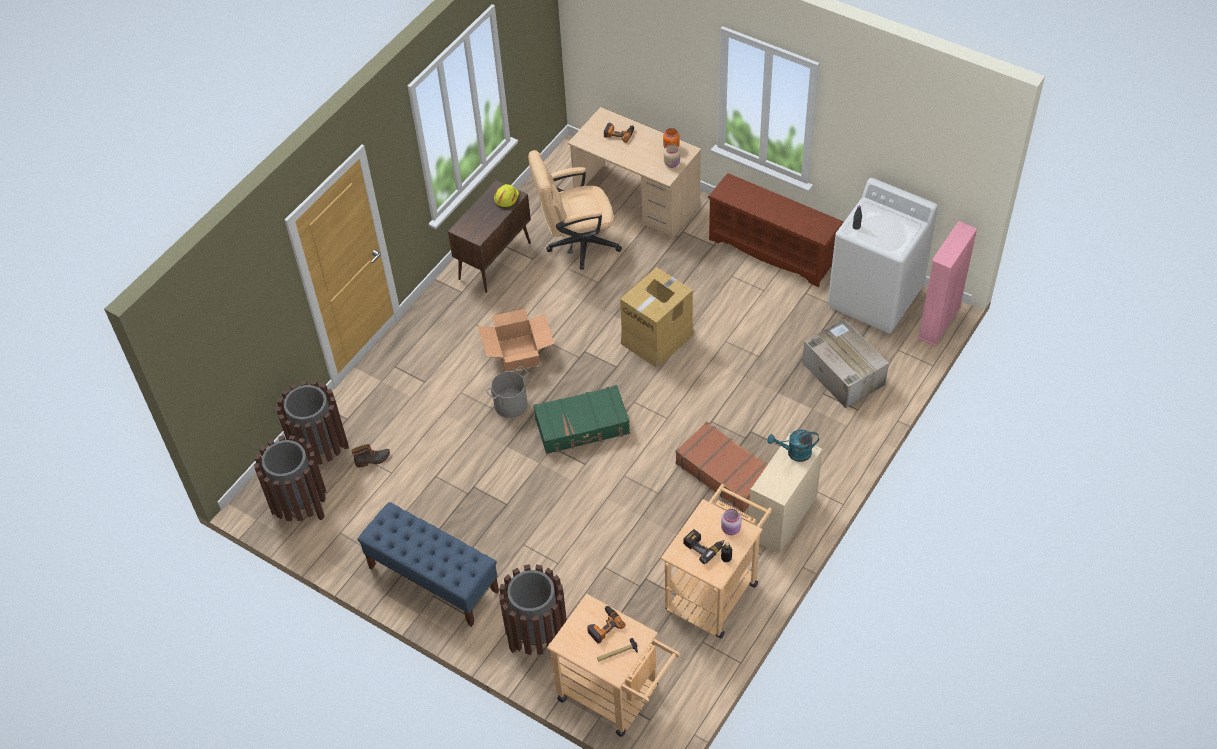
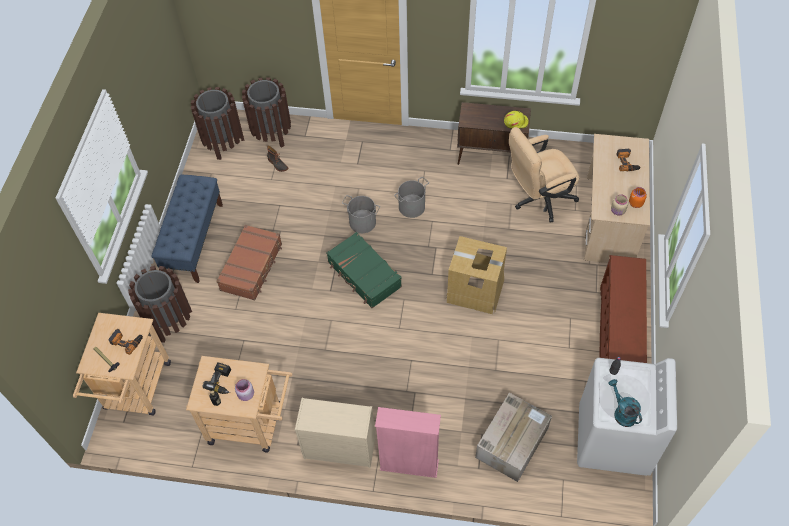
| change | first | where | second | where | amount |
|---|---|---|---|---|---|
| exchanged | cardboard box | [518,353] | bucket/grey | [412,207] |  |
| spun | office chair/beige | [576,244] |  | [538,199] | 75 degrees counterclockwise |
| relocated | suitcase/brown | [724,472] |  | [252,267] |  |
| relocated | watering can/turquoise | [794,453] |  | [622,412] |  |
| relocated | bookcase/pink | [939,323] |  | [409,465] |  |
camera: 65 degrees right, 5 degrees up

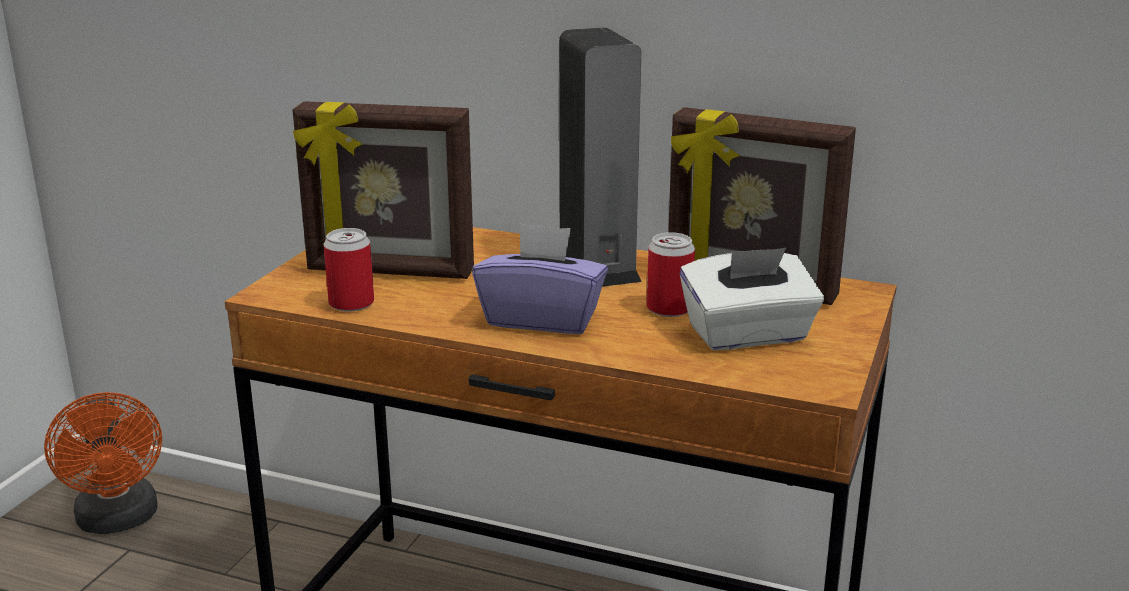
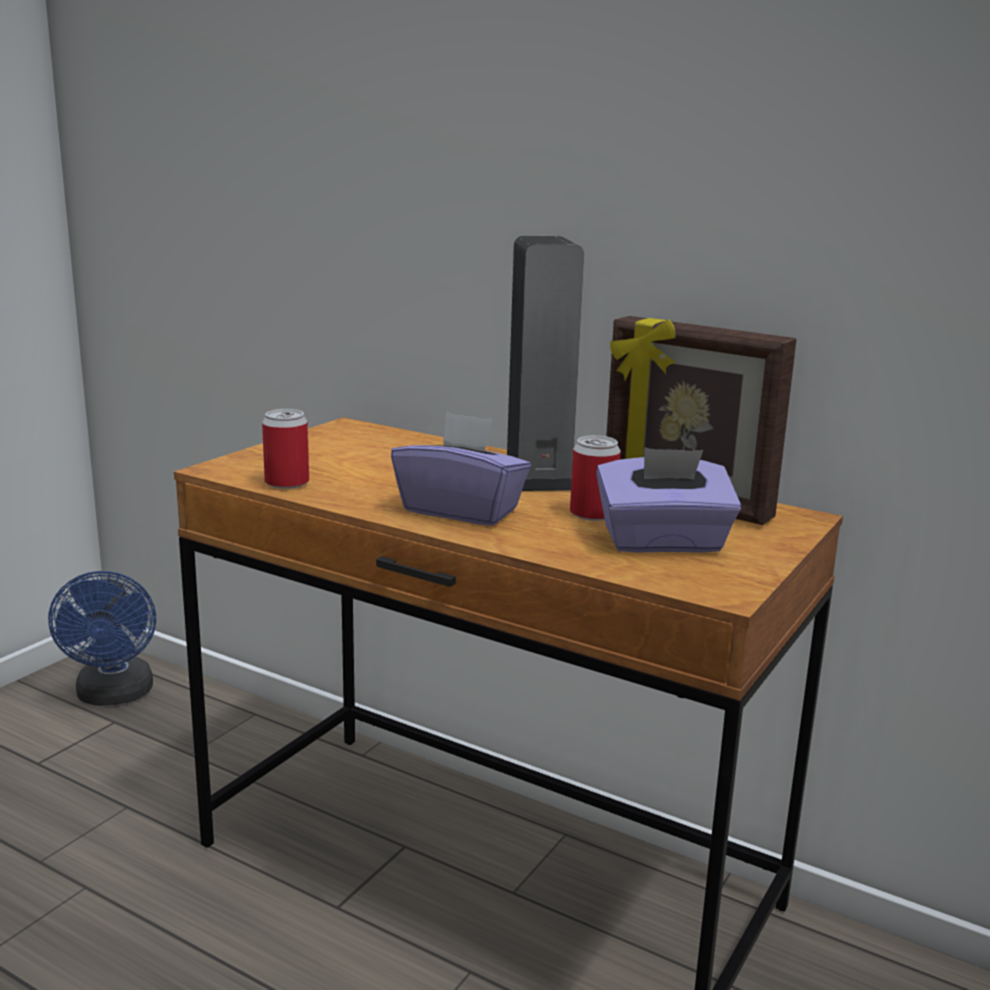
| change | first | where | second | where | amount |
|---|---|---|---|---|---|
| colour | fan/orange | [119,520] | fan/blue | [114,696] |  |
| missing | picture frame | [390,272] |  |  |  |
| colour | tissue box/white | [748,335] | tissue box/purple | [663,542] |  |
camera: 10 degrees right, 5 degrees down

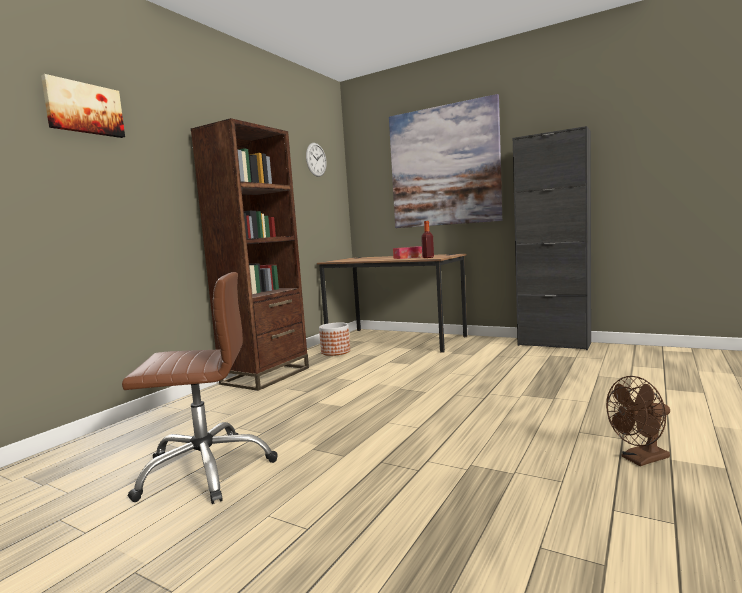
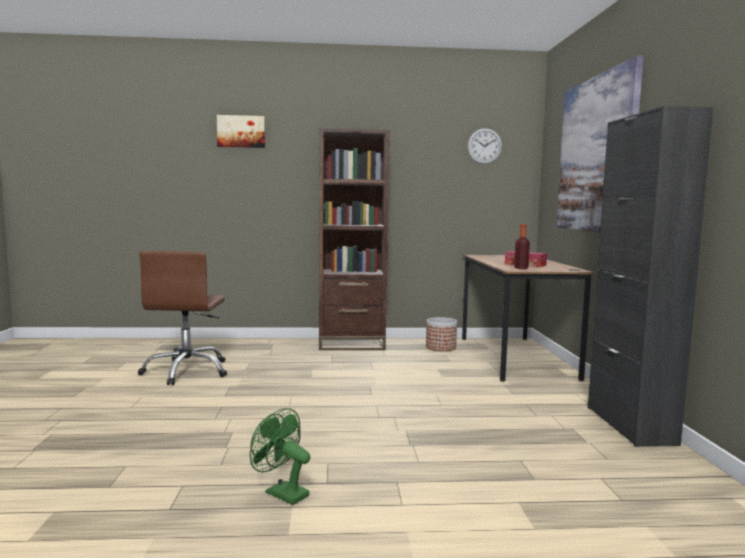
| change | first | where | second | where | amount |
|---|---|---|---|---|---|
| spun | office chair/brown | [206,469] |  | [187,371] | 45 degrees clockwise |
| colour | fan/brown | [640,459] | fan/green | [281,493] |  |
camera: 55 degrees right, 0 degrees up

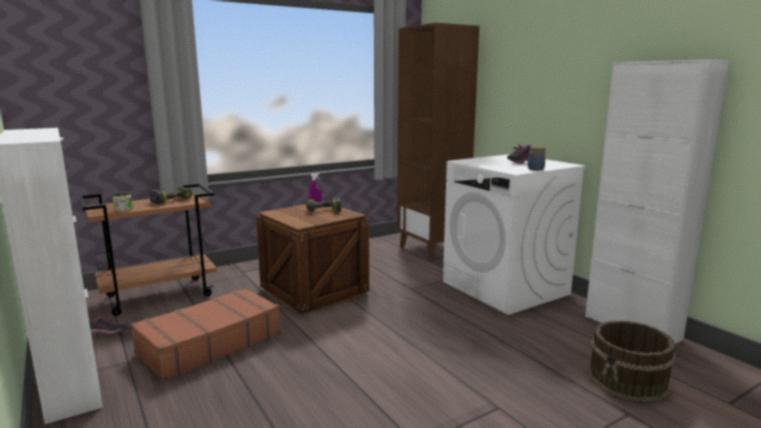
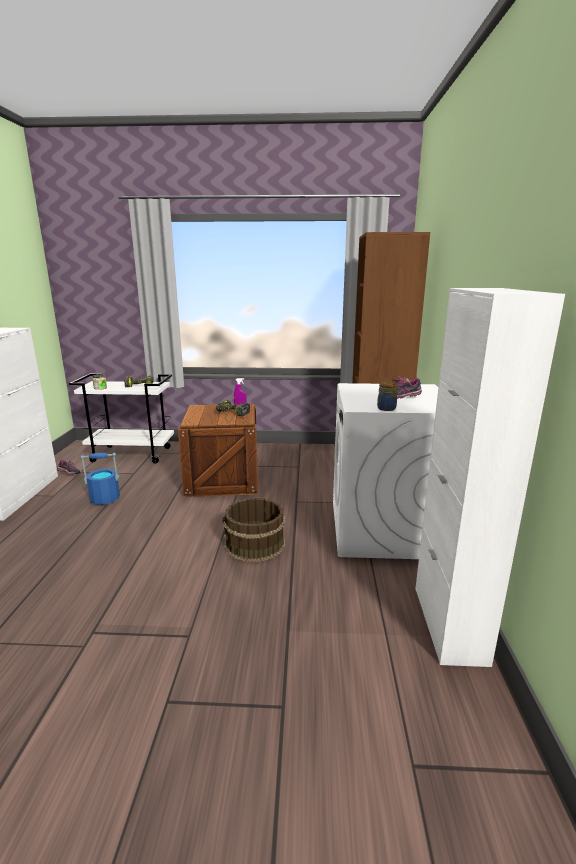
| change | first | where | second | where | amount |
|---|---|---|---|---|---|
| colour | cart/brown | [160,295] | cart/white | [132,454] |  |
| exchanged | suitcase/brown | [209,344] | bucket/blue | [105,499] |  |
| relocated | bucket/brown | [628,380] |  | [255,545] |  |
camera: 35 degrees right, 5 degrees up

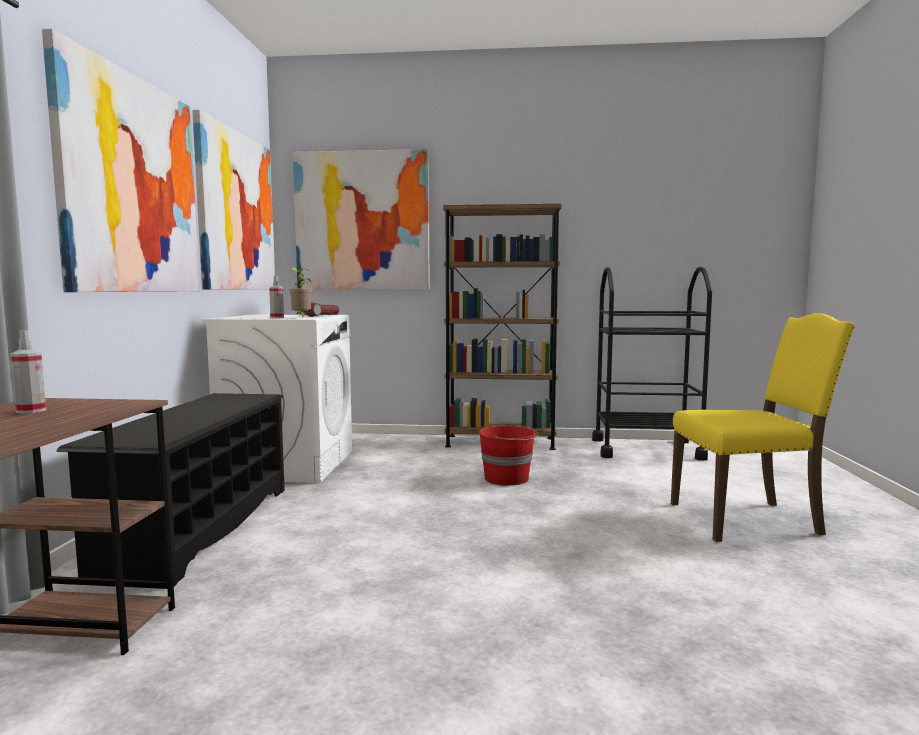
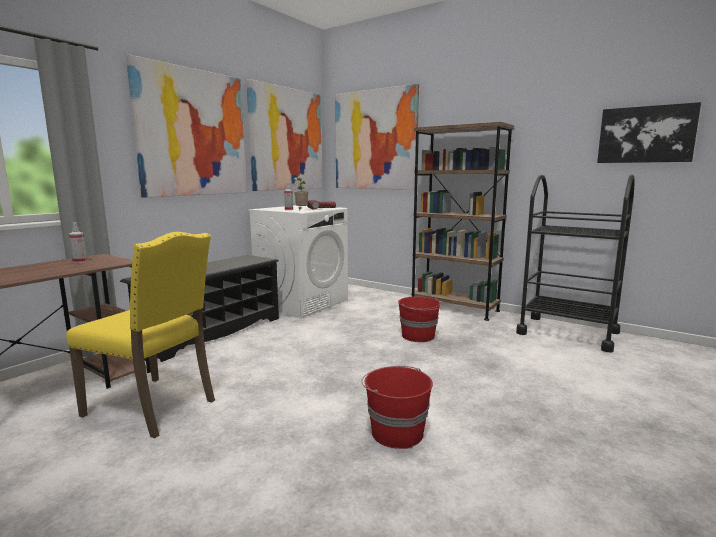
| change | first | where | second | where | amount |
|---|---|---|---|---|---|
| relocated | chair/yellow | [748,519] |  | [154,407] |  |
| appeared |  |  | bucket/red | [396,432] |  |
| appeared |  |  | picture | [646,134] |  |
camera: 30 degrees right, 5 degrees up

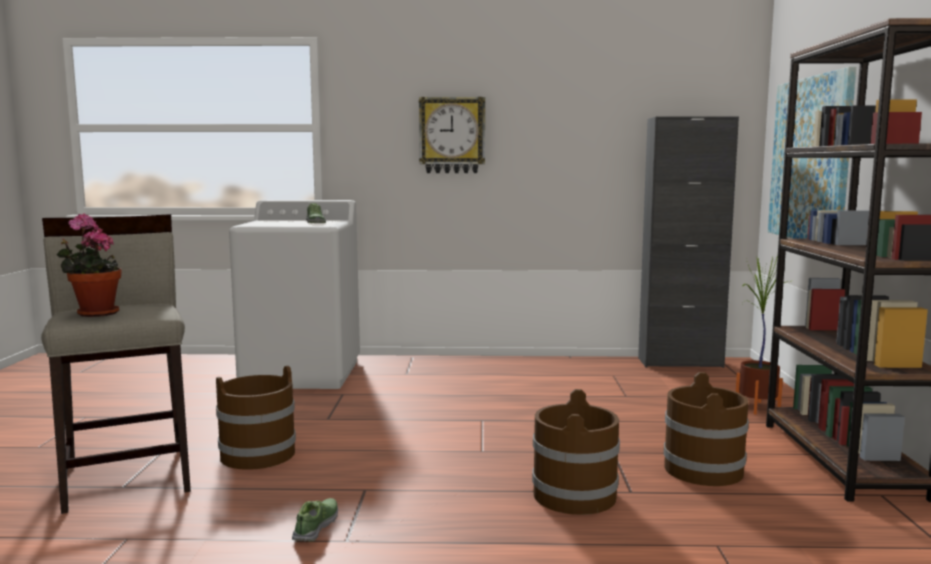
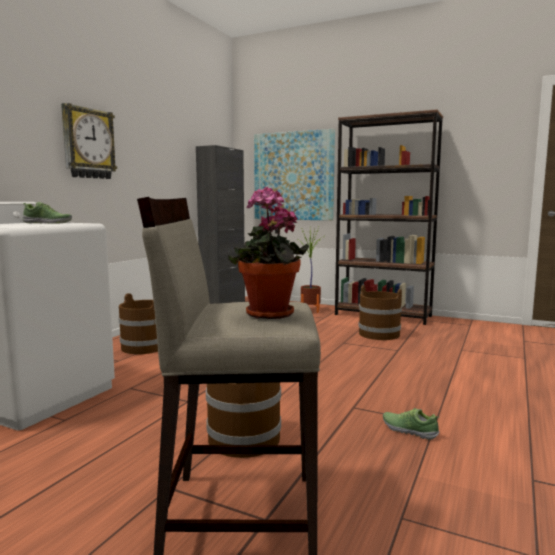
| change | first | where | second | where | amount |
|---|---|---|---|---|---|
| relocated | bucket/brown | [574,495] |  | [144,347] |  |
camera: 65 degrees left, 0 degrees up

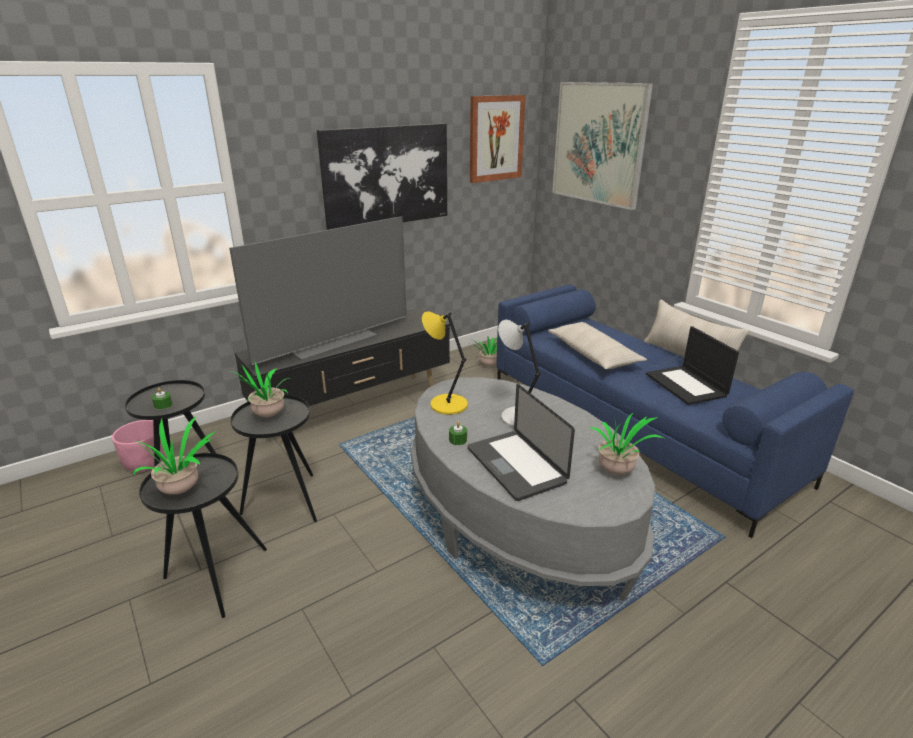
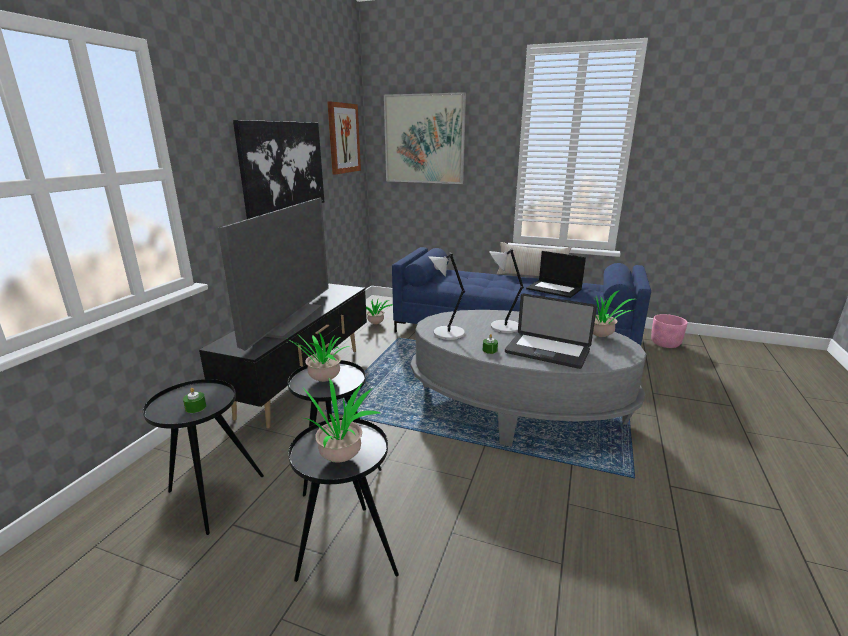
| change | first | where | second | where | amount |
|---|---|---|---|---|---|
| relocated | planter/pink | [146,463] |  | [665,344] |  |
| colour | table lamp/yellow | [446,404] | table lamp/grey | [446,333] |  |
| missing | pillow/beige | [593,354] |  |  |  |
camera: 35 degrees left, 5 degrees down

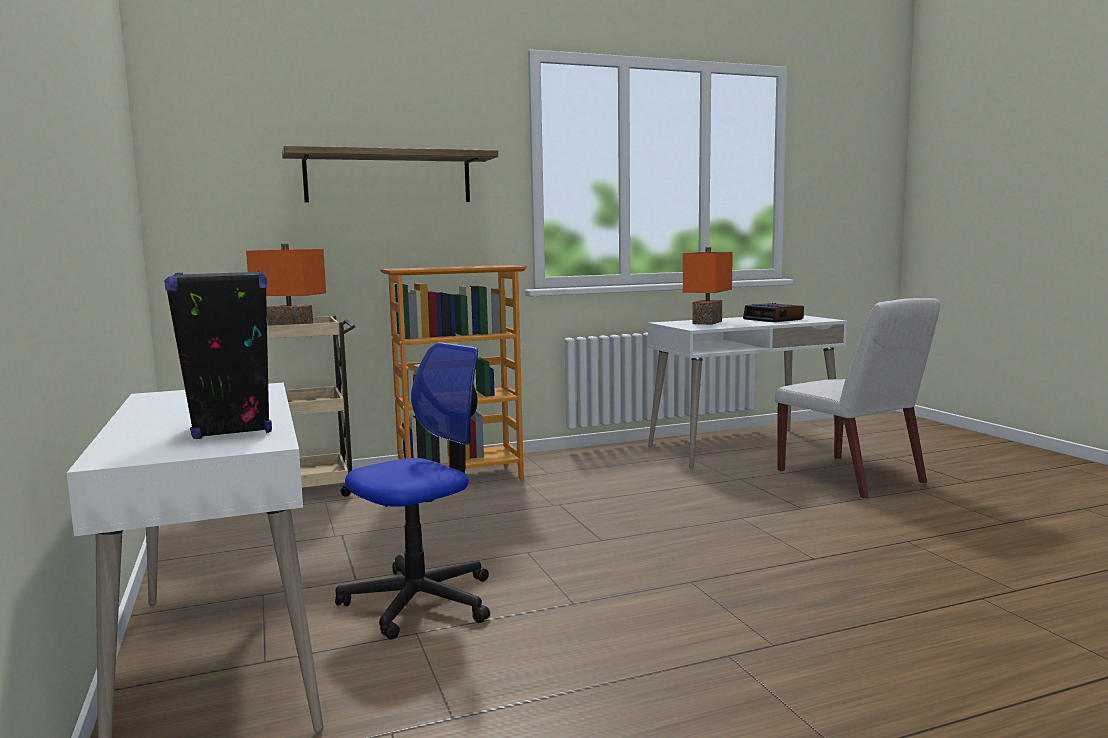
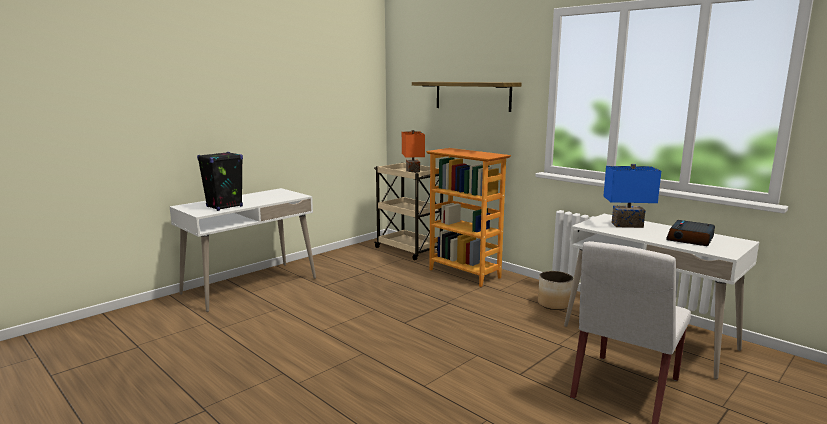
| change | first | where | second | where | amount |
|---|---|---|---|---|---|
| missing | office chair | [420,601] |  |  |  |
| colour | table lamp/orange | [708,323] | table lamp/blue | [627,225] |  |
| appeared |  |  | planter | [554,304] |  |
camera: 65 degrees right, 5 degrees up

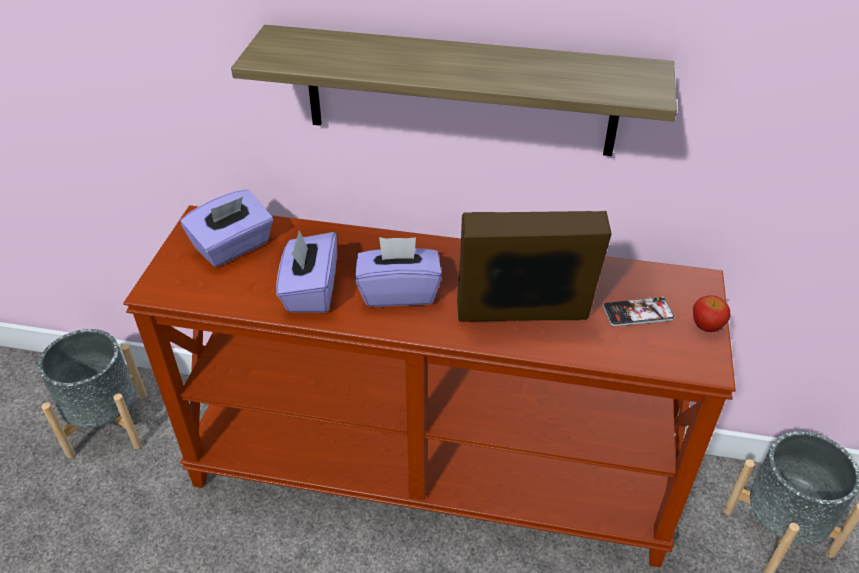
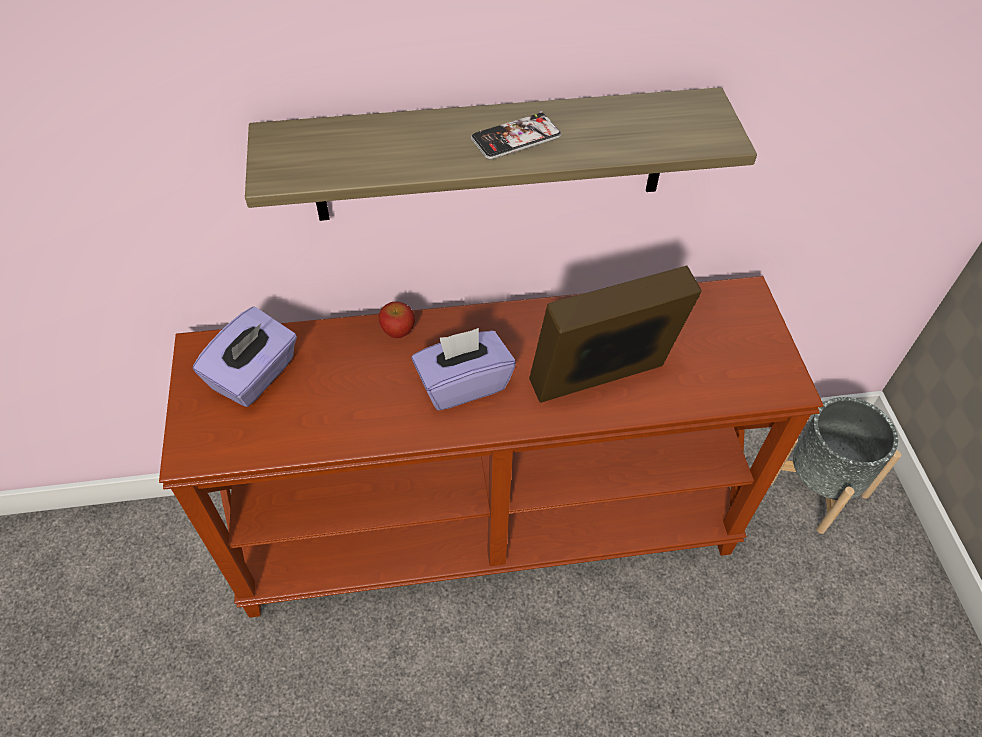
| change | first | where | second | where | amount |
|---|---|---|---|---|---|
| missing | planter/grey | [108,424] |  |  |  |
| missing | tissue box/purple | [310,291] |  |  |  |
| relocated | phone | [638,313] |  | [516,137] |  |
| relocated | apple | [706,326] |  | [398,331] |  |
camera: 20 degrees left, 10 degrees up

